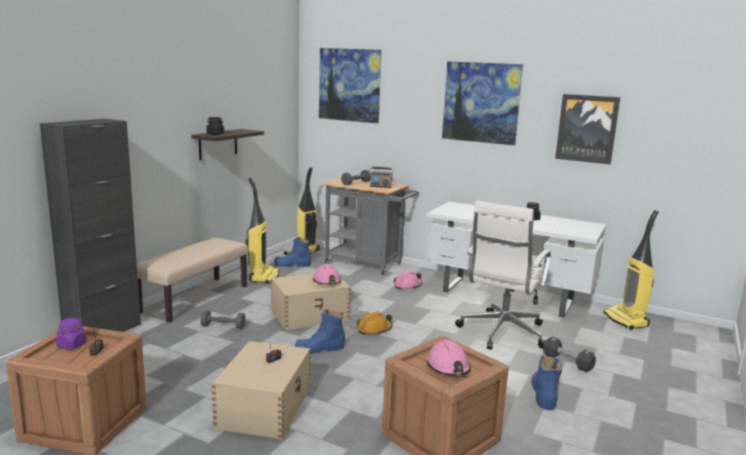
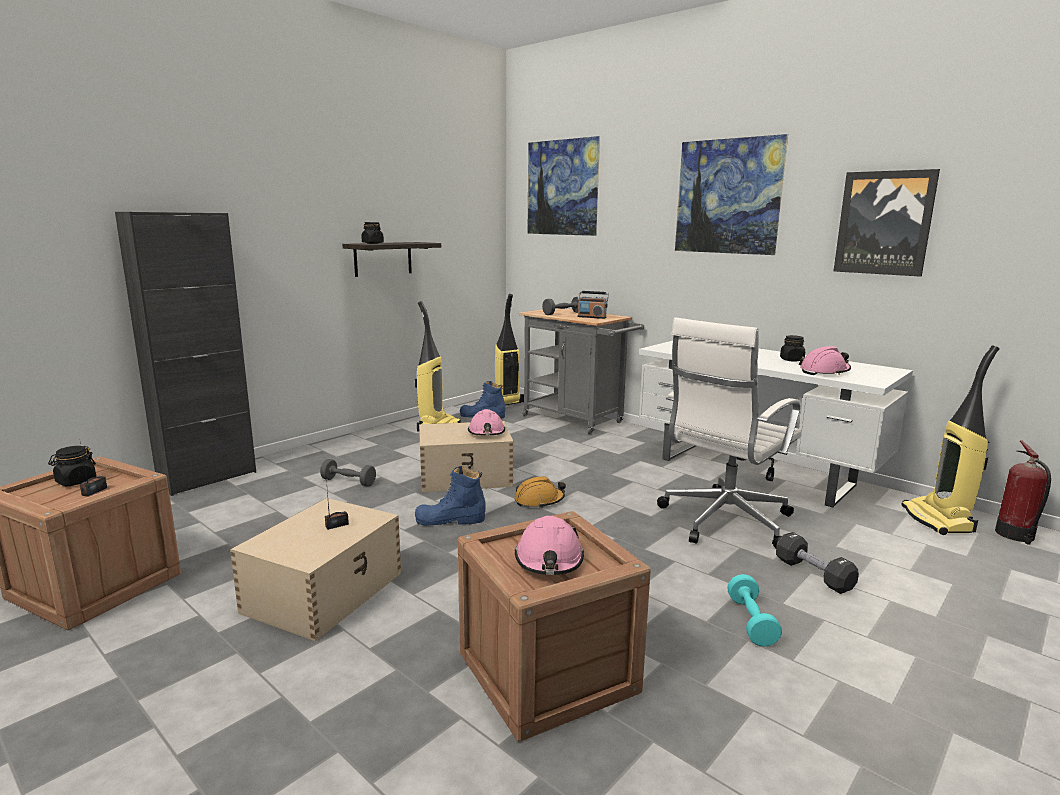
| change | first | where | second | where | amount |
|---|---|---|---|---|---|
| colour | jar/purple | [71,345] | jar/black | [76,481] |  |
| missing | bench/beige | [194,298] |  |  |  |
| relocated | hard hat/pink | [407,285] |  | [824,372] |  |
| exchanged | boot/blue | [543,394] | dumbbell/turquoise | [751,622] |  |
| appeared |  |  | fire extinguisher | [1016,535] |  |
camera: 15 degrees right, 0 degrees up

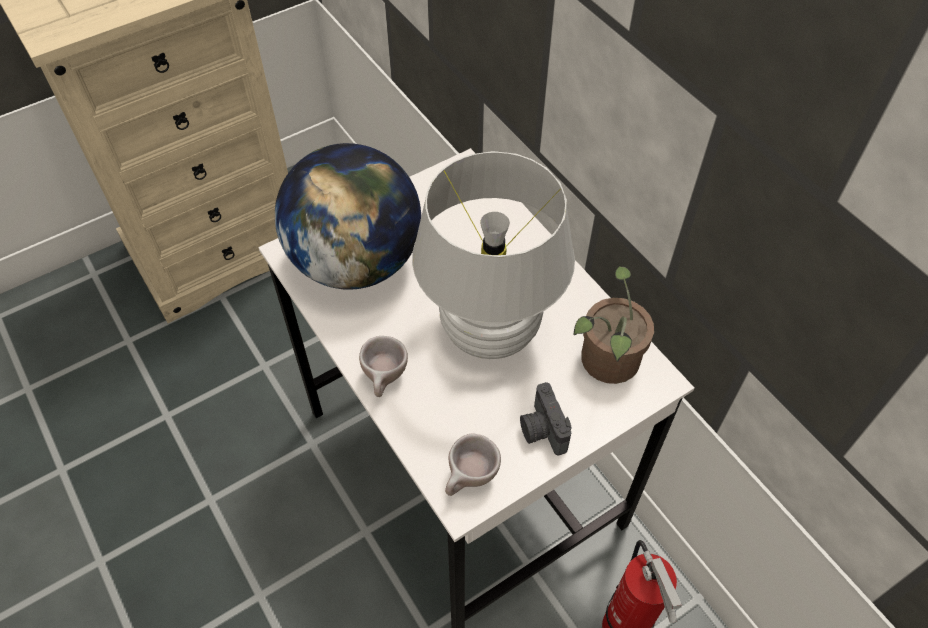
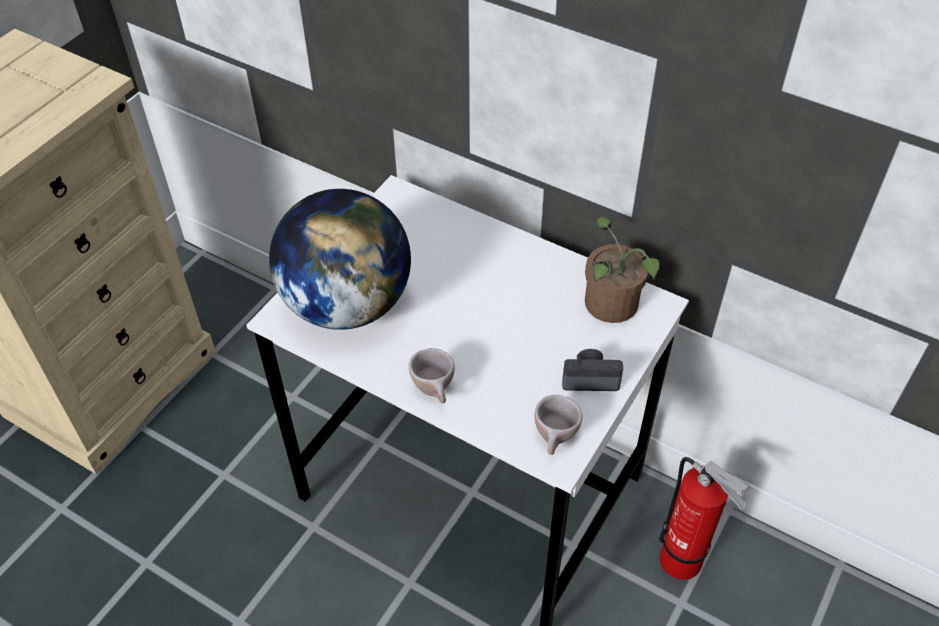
| change | first | where | second | where | amount |
|---|---|---|---|---|---|
| missing | table lamp/white | [490,331] |  |  |  |
| spun | photo camera | [541,430] |  | [590,378] | 135 degrees clockwise |
camera: 25 degrees left, 5 degrees down

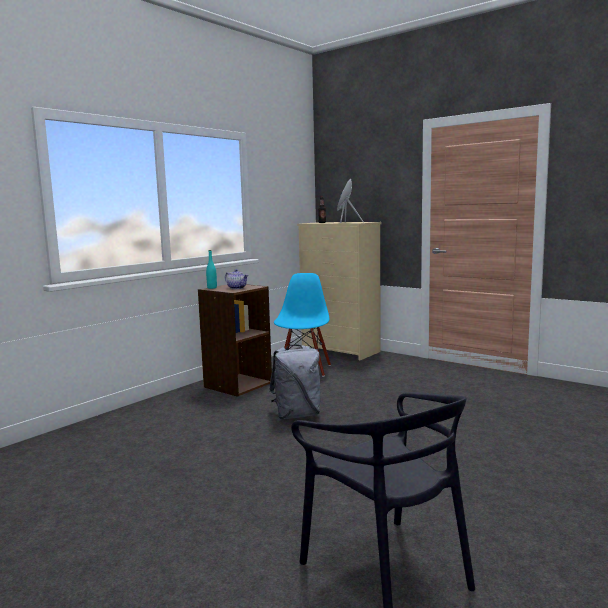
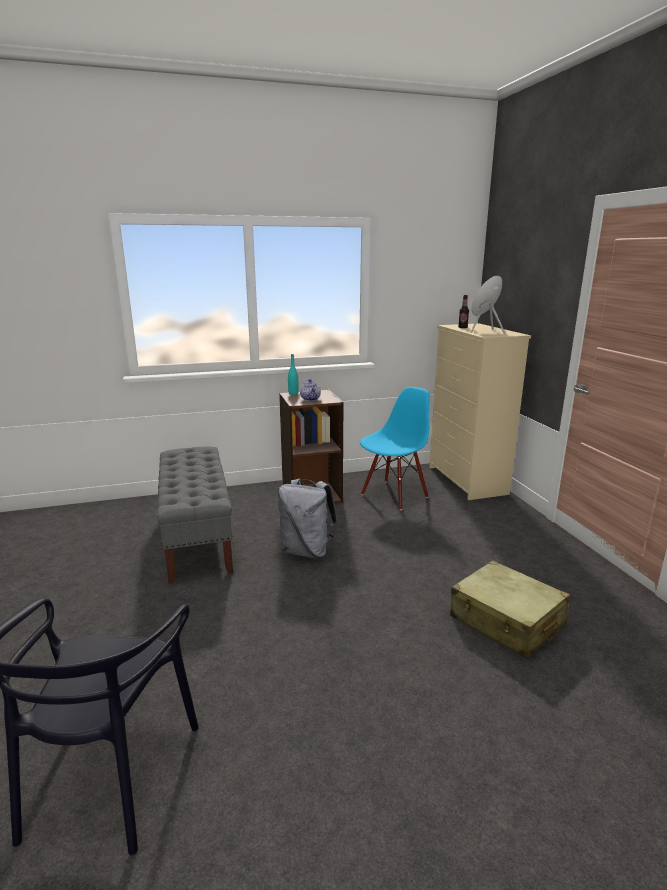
| change | first | where | second | where | amount |
|---|---|---|---|---|---|
| appeared |  |  | bench/grey | [197,536] |  |
| appeared |  |  | suitcase/beige | [506,621] |  |
camera: 35 degrees right, 10 degrees up

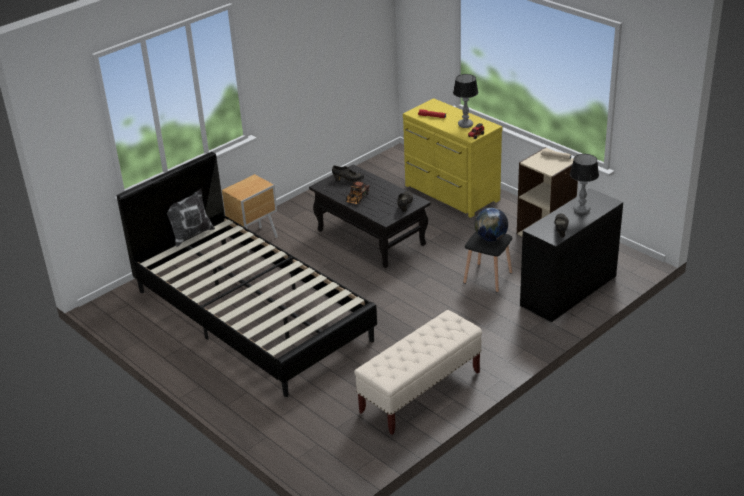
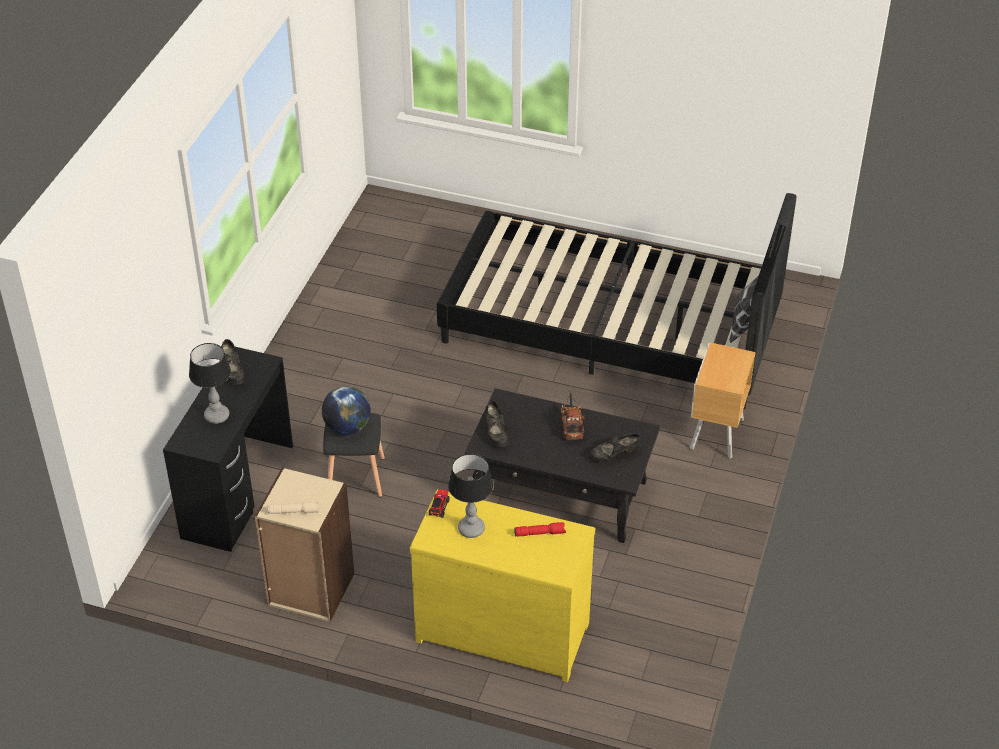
| change | first | where | second | where | amount |
|---|---|---|---|---|---|
| missing | bench/beige | [420,392] |  |  |  |
camera: 150 degrees right, 10 degrees up

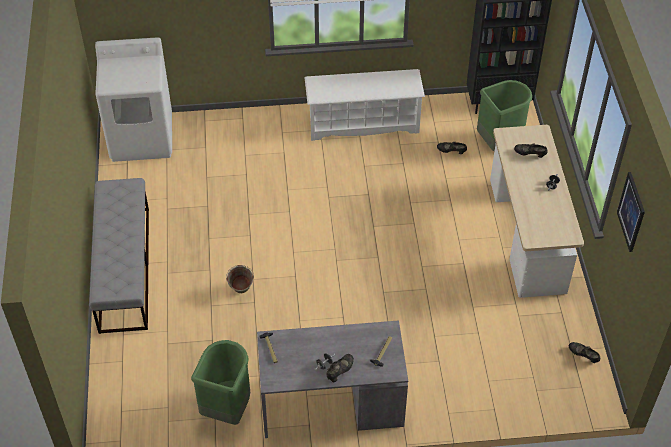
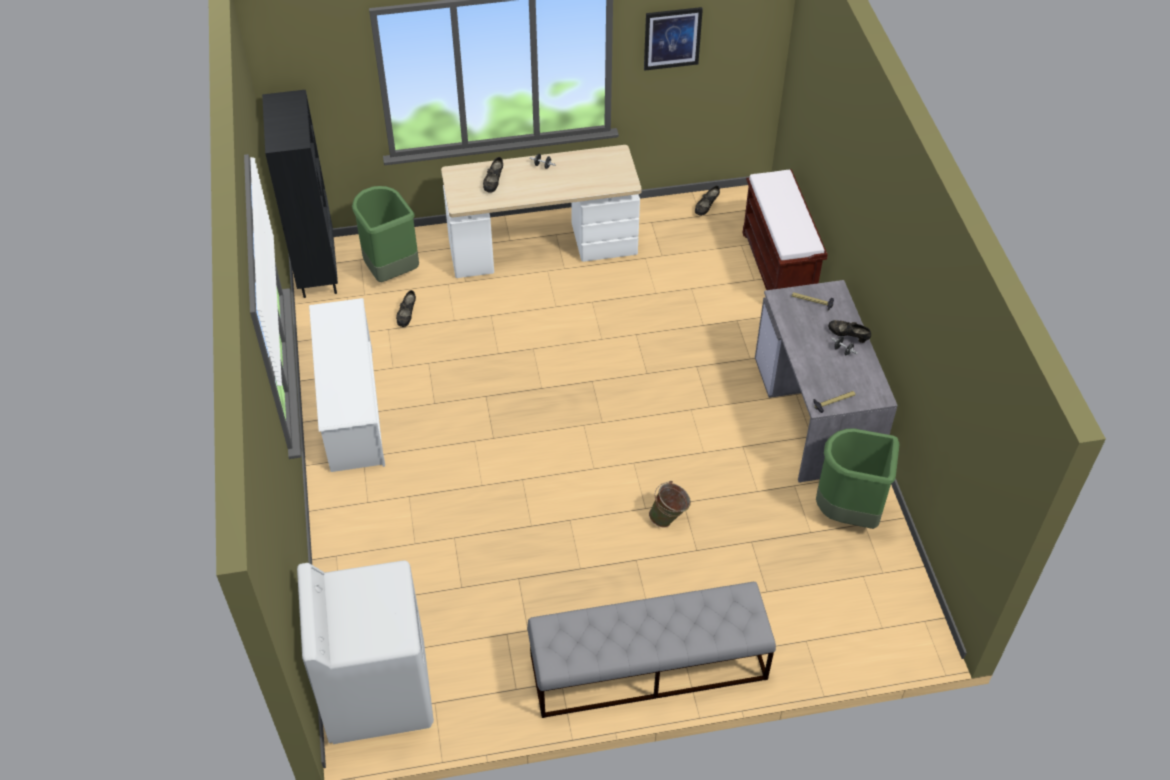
| change | first | where | second | where | amount |
|---|---|---|---|---|---|
| appeared |  |  | bench/brown | [778,270] |  |
camera: 95 degrees left, 0 degrees up

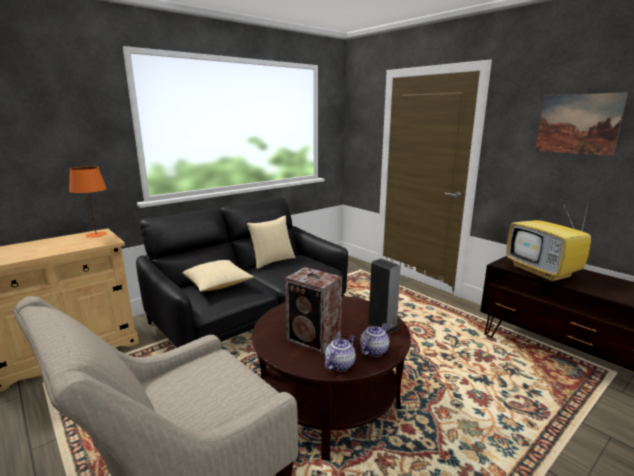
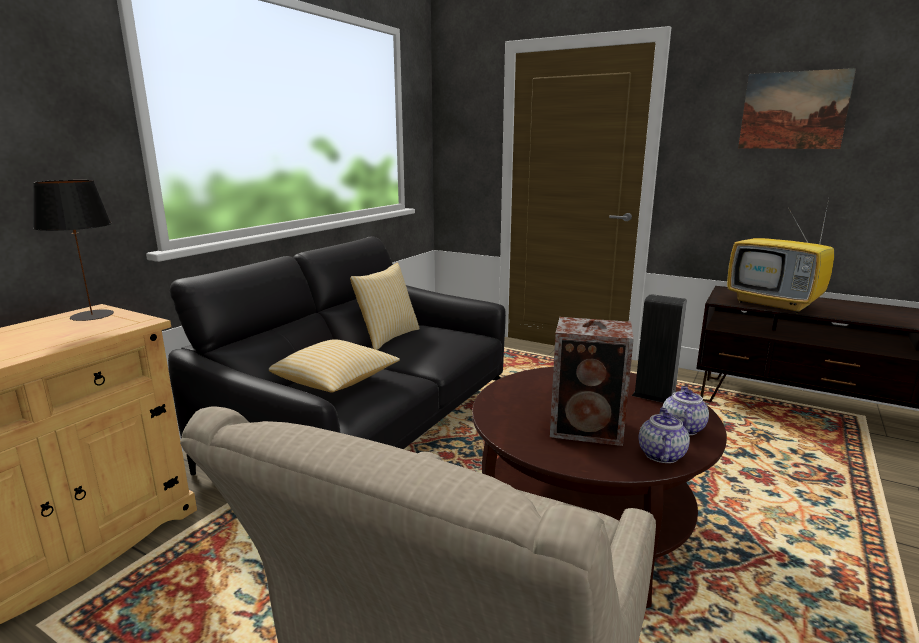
| change | first | where | second | where | amount |
|---|---|---|---|---|---|
| colour | table lamp/orange | [96,234] | table lamp/black | [91,315] |  |
camera: 20 degrees left, 0 degrees up

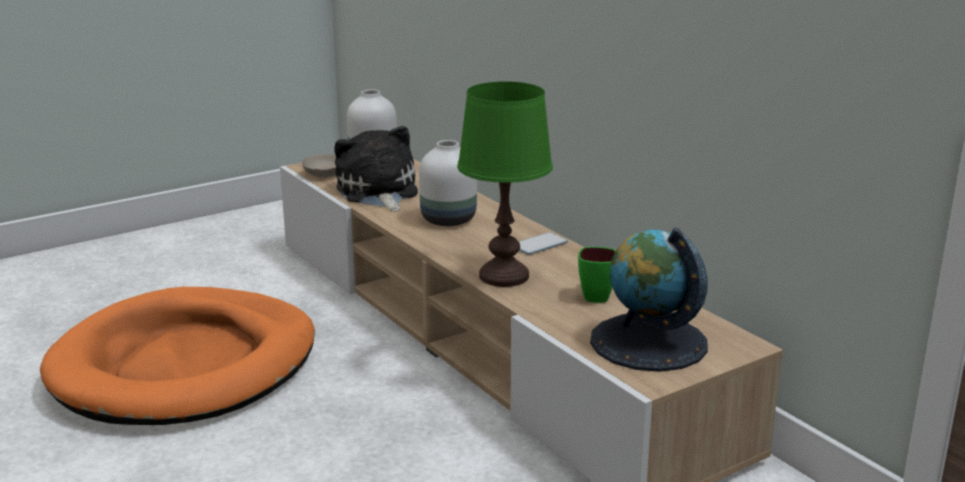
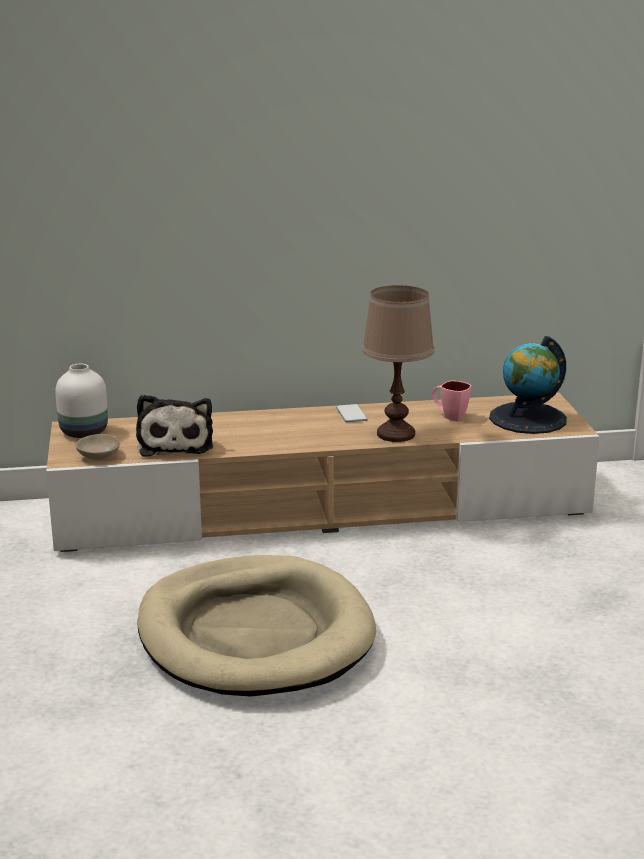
| change | first | where | second | where | amount |
|---|---|---|---|---|---|
| colour | dog bed/orange | [186,365] | dog bed/beige | [255,634] |  |
| spun | plush toy | [378,192] |  | [175,444] | 105 degrees counterclockwise |
| missing | vase/white | [449,220] |  |  |  |
| colour | table lamp/green | [504,276] | table lamp/brown | [396,434] |  |
| colour | mug/green | [596,294] | mug/pink | [449,416] |  |
camera: 65 degrees left, 0 degrees up

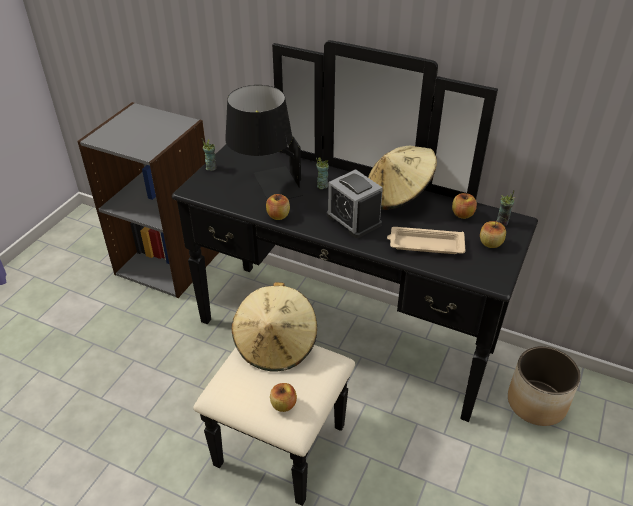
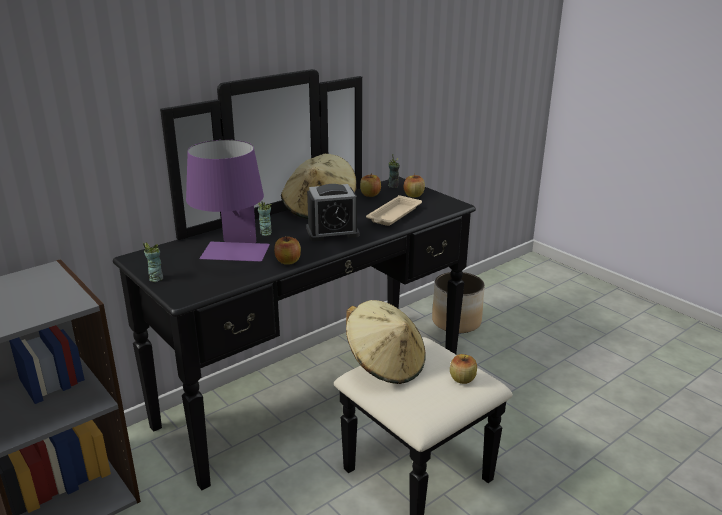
| change | first | where | second | where | amount |
|---|---|---|---|---|---|
| colour | table lamp/black | [266,186] | table lamp/purple | [232,257] |  |
camera: 65 degrees left, 15 degrees down

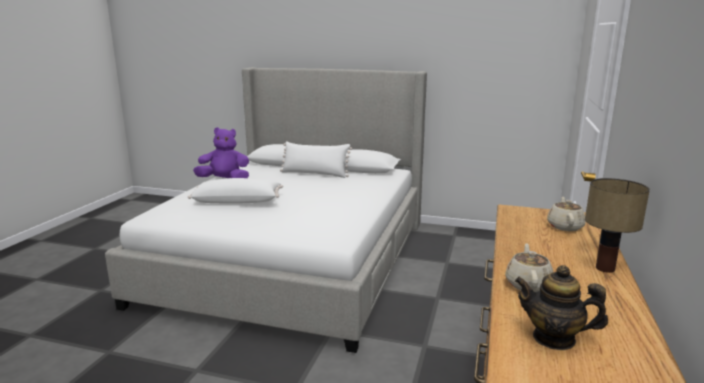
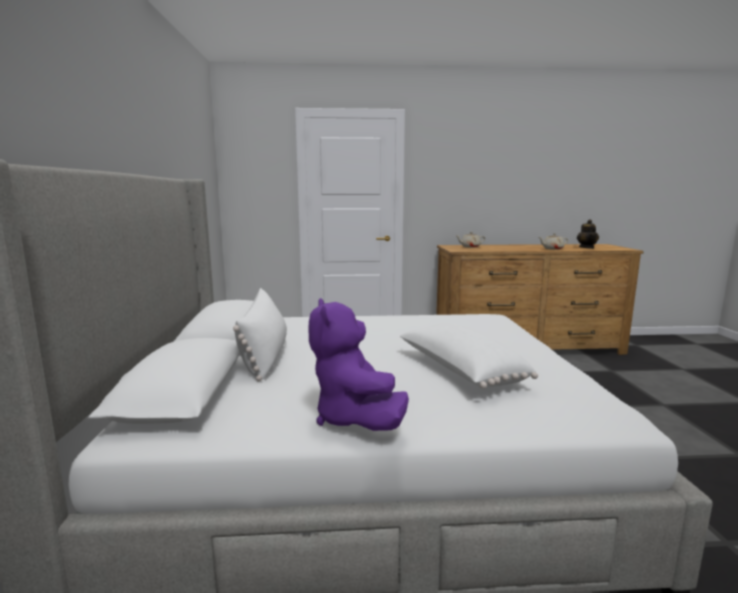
| change | first | where | second | where | amount |
|---|---|---|---|---|---|
| missing | table lamp | [604,268] |  |  |  |
camera: 110 degrees left, 5 degrees down

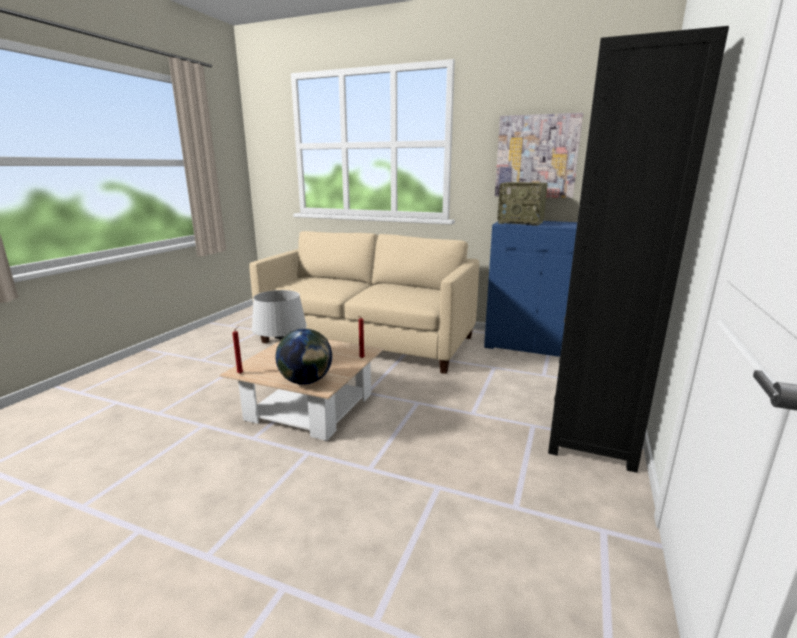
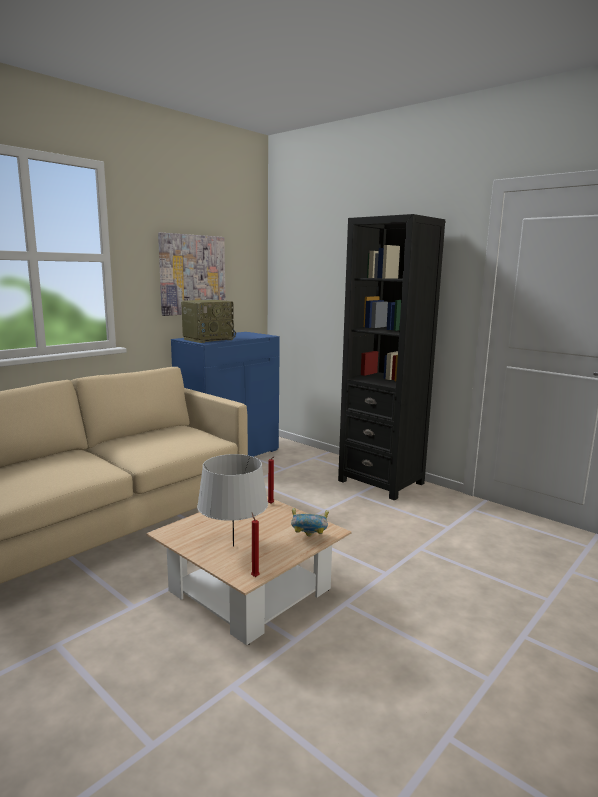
| change | first | where | second | where | amount |
|---|---|---|---|---|---|
| exchanged | globe | [306,382] | bowl | [309,538] |  |
camera: 70 degrees left, 5 degrees down

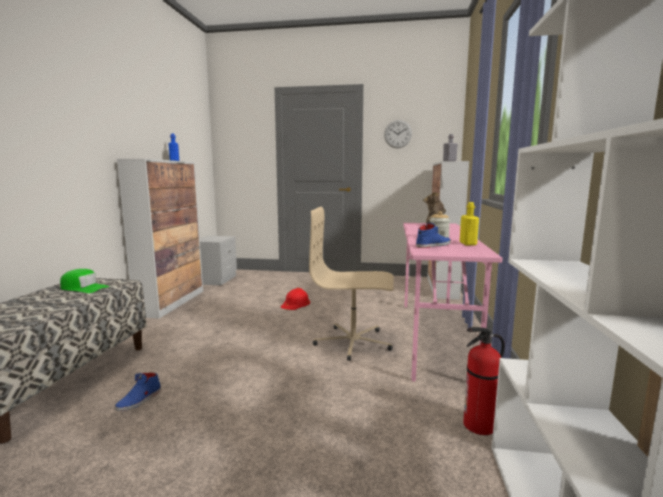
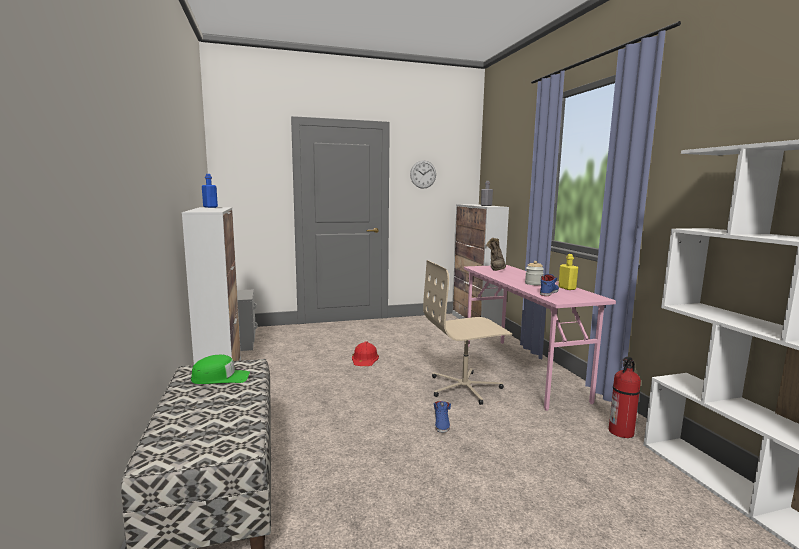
| change | first | where | second | where | amount |
|---|---|---|---|---|---|
| relocated | shoe/blue | [139,400] |  | [442,424] |  |
camera: 25 degrees left, 0 degrees up

